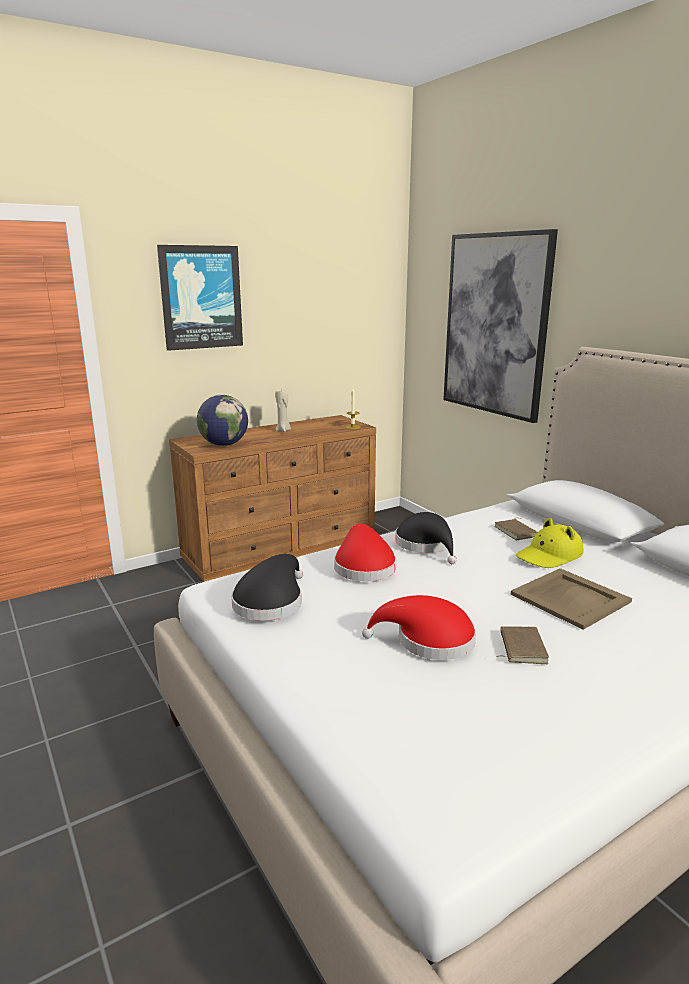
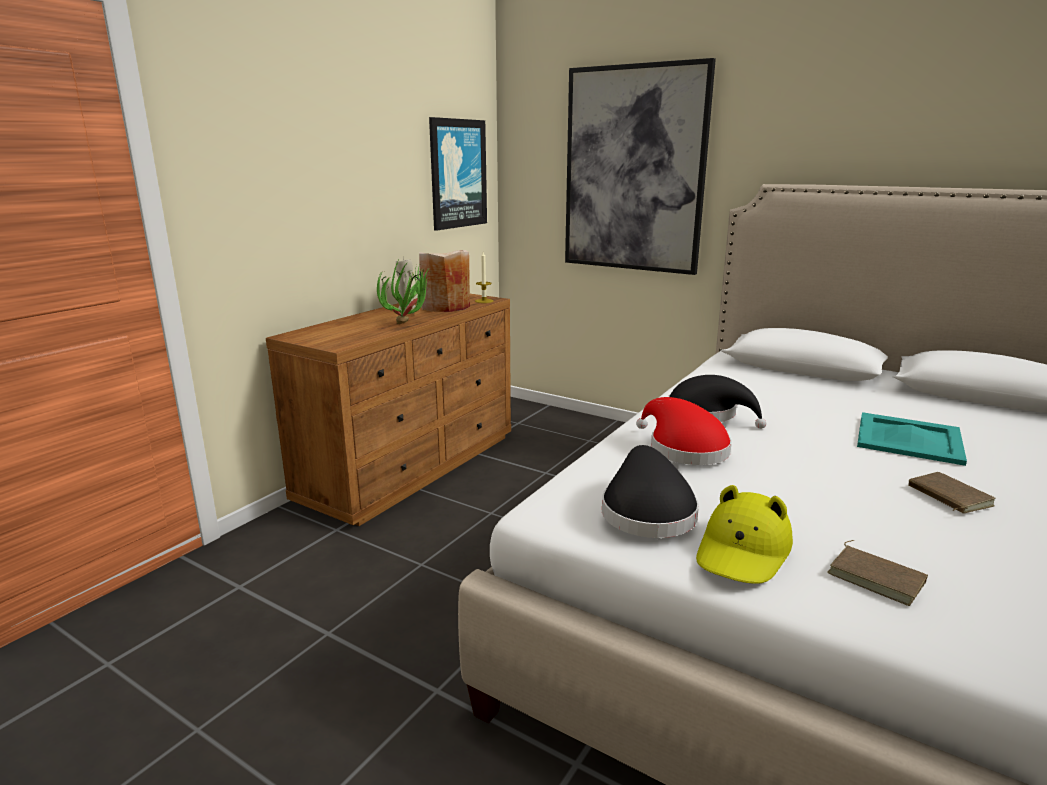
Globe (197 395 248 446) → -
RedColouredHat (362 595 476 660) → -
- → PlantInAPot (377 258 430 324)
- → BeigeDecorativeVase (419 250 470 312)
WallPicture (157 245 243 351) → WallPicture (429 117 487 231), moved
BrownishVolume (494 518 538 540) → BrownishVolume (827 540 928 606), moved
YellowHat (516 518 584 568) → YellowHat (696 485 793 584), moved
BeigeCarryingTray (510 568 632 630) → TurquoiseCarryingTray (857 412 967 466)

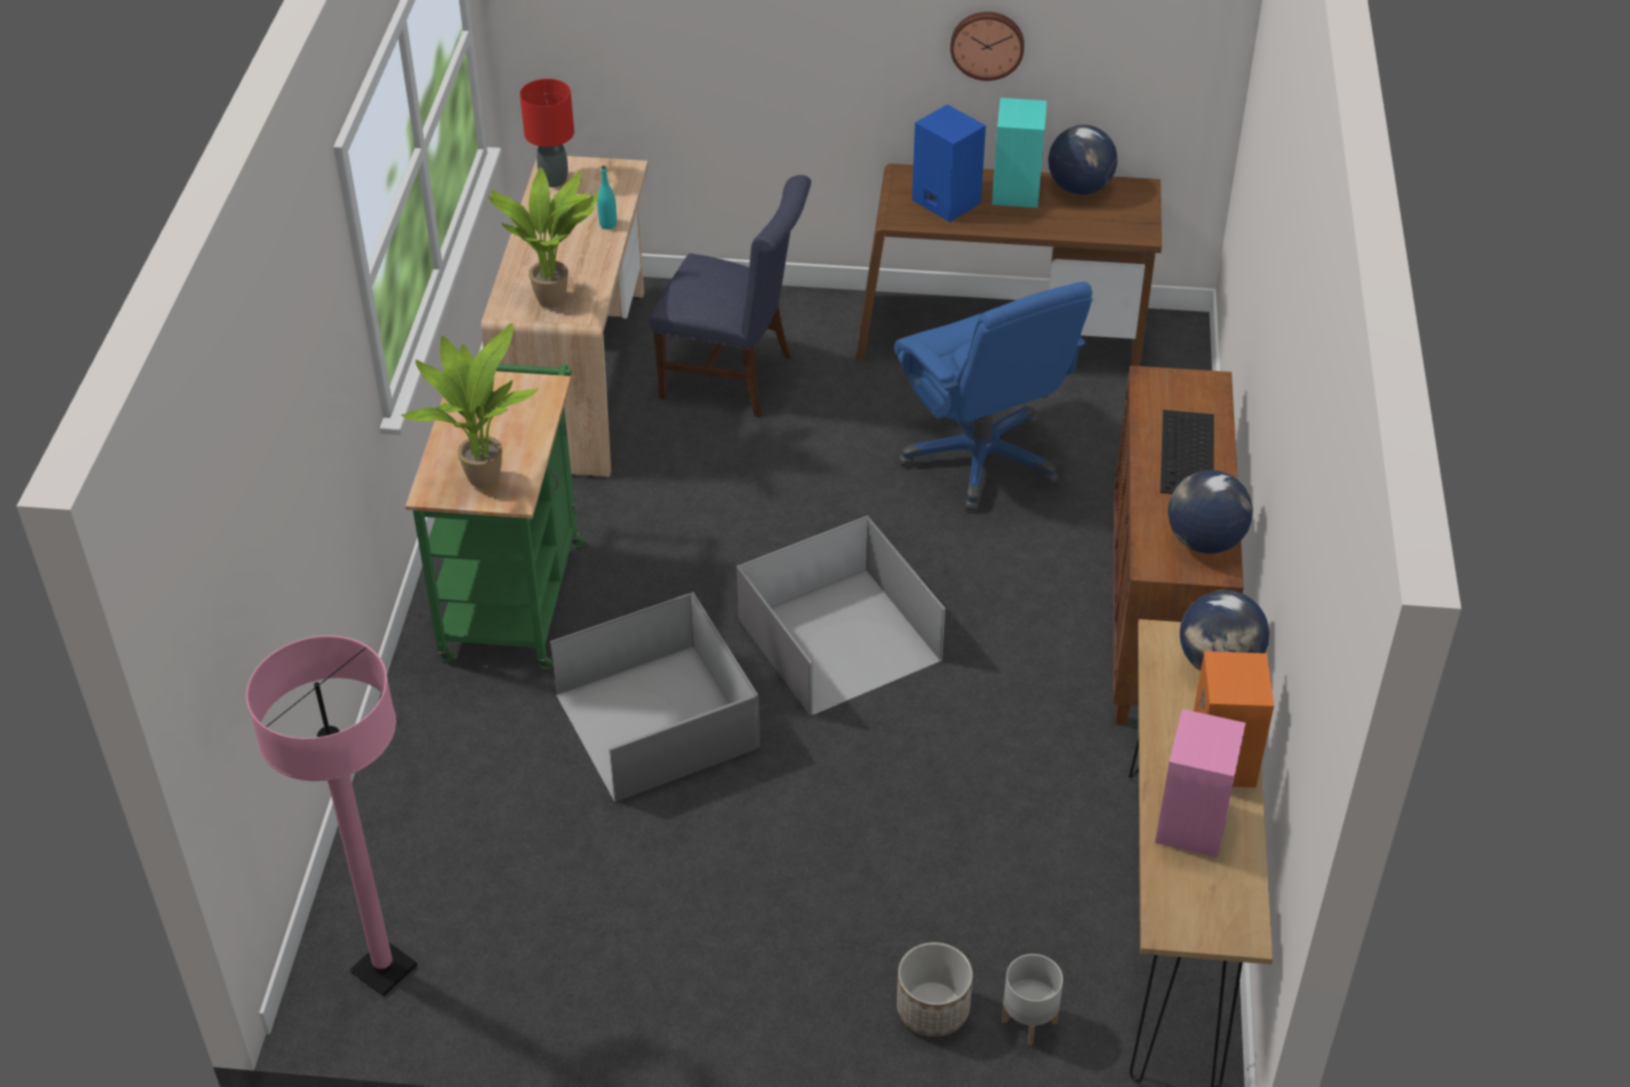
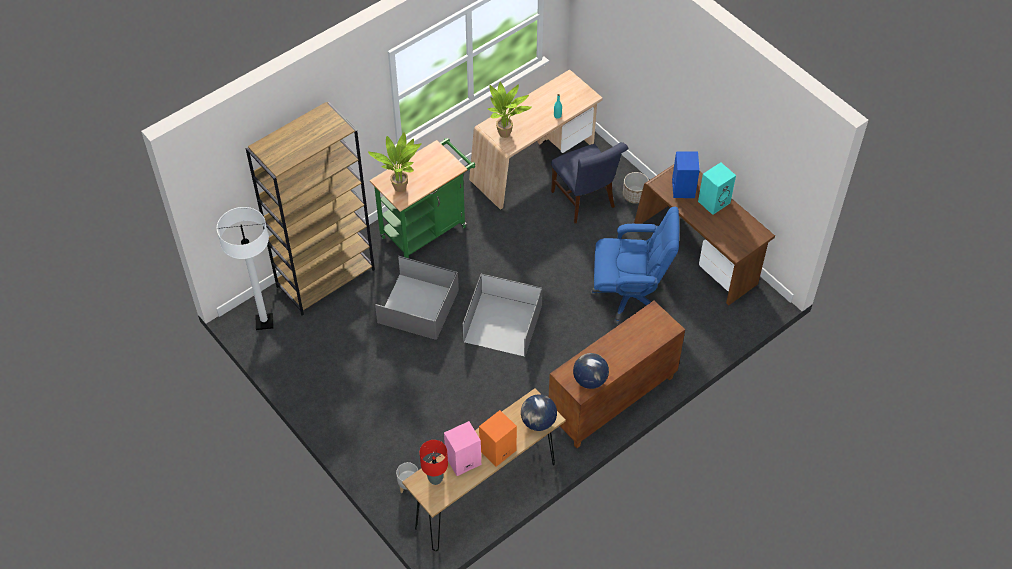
HangingClock (950 12 1024 81) → -
Globe (1048 125 1117 195) → -
PcKeyboard (1160 410 1214 494) → -
- → BrownishBookshelf (246 102 375 316)
RedColouredTableLamp (520 79 574 187) → RedColouredTableLamp (420 440 448 485), moved
FlowerPot (897 942 973 1037) → FlowerPot (623 172 649 204), moved
PinkishFloorLamp (246 635 417 996) → WhiteFloorLamp (217 207 274 330)
BlueColouredComputerChair (894 282 1092 511) → BlueColouredComputerChair (590 207 679 324), 105 degrees counterclockwise

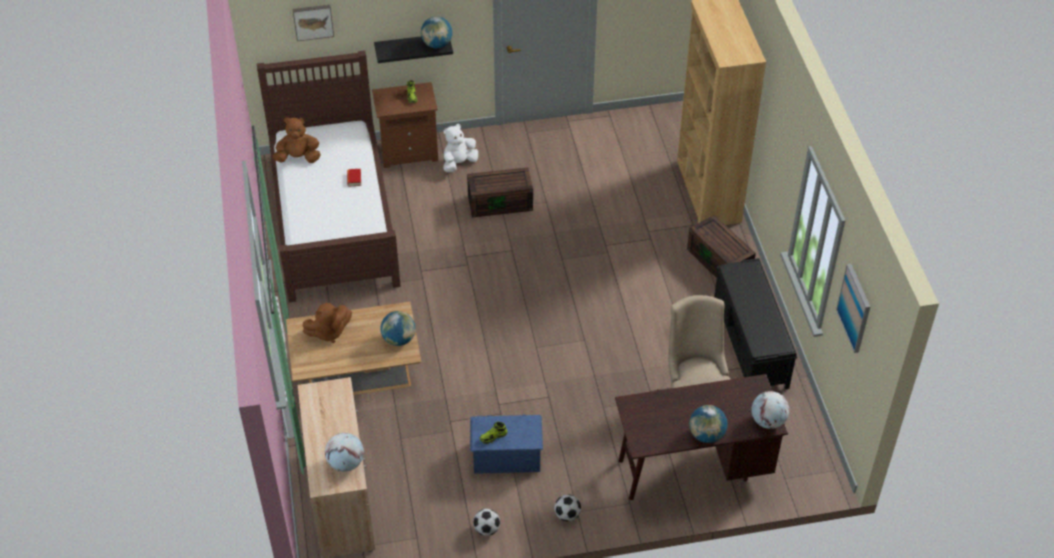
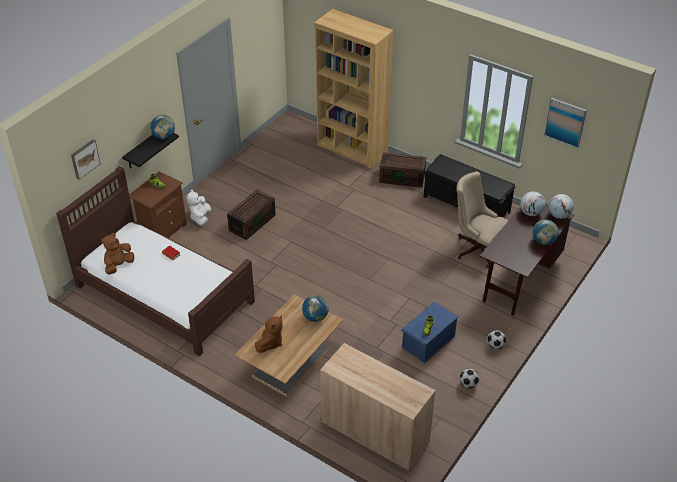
Globe (325 433 364 472) → Globe (520 191 545 216), moved

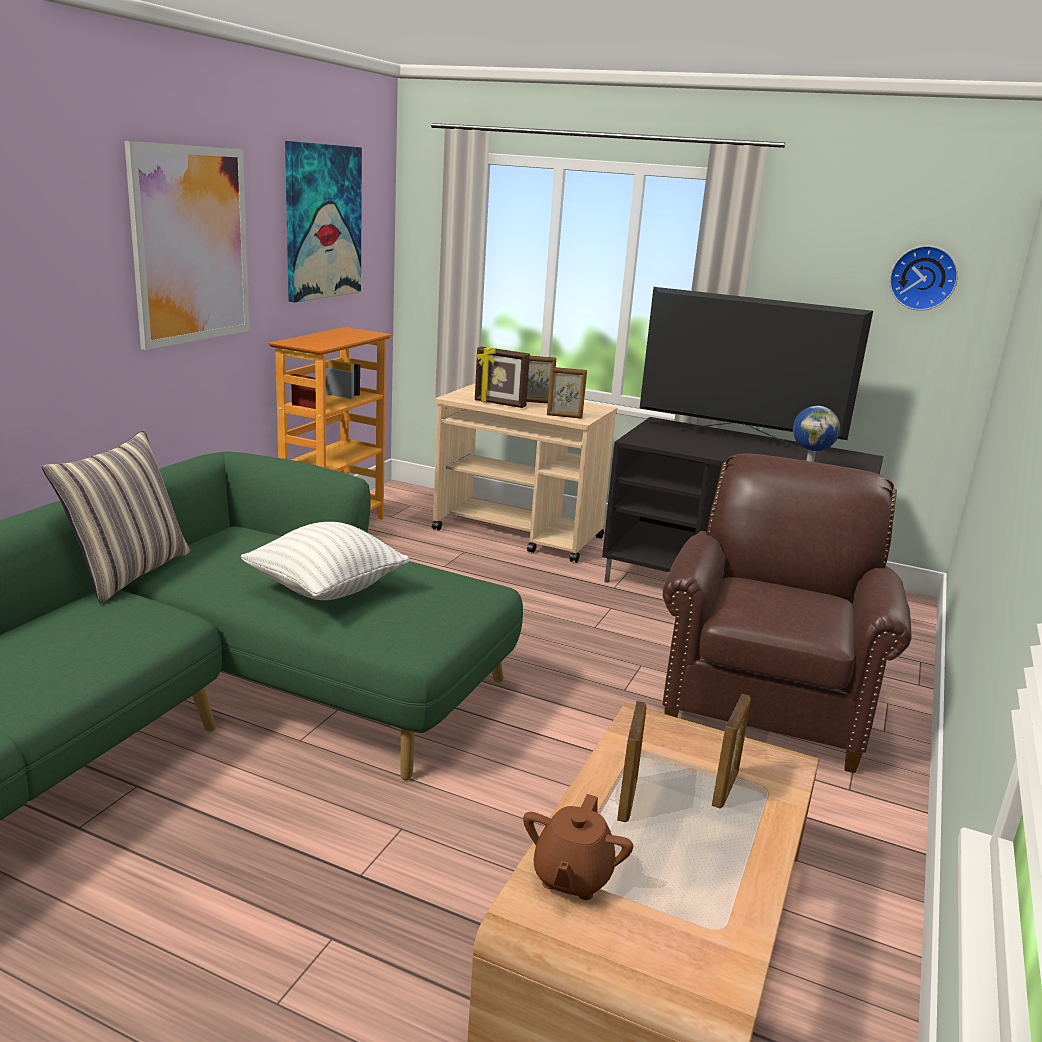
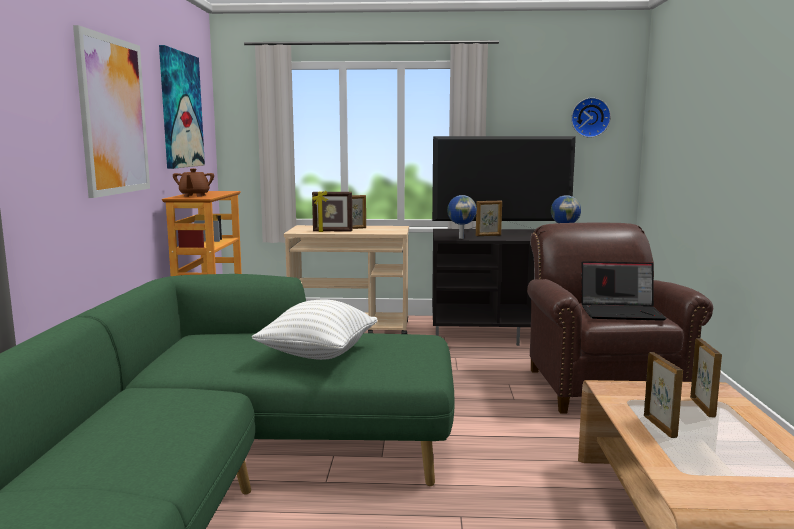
ThrowPillow (42 430 191 603) → -
- → Globe (447 195 477 239)
- → PortableComputer (581 261 667 321)
BrownishTeapot (523 794 633 900) → BrownishTeapot (173 168 214 197), moved
PhotoFrame (547 367 587 419) → PhotoFrame (476 200 502 236), moved

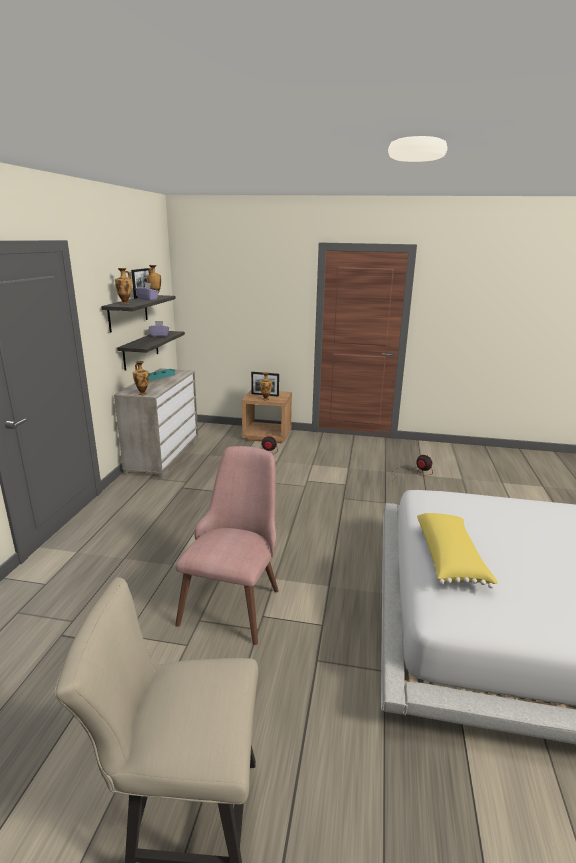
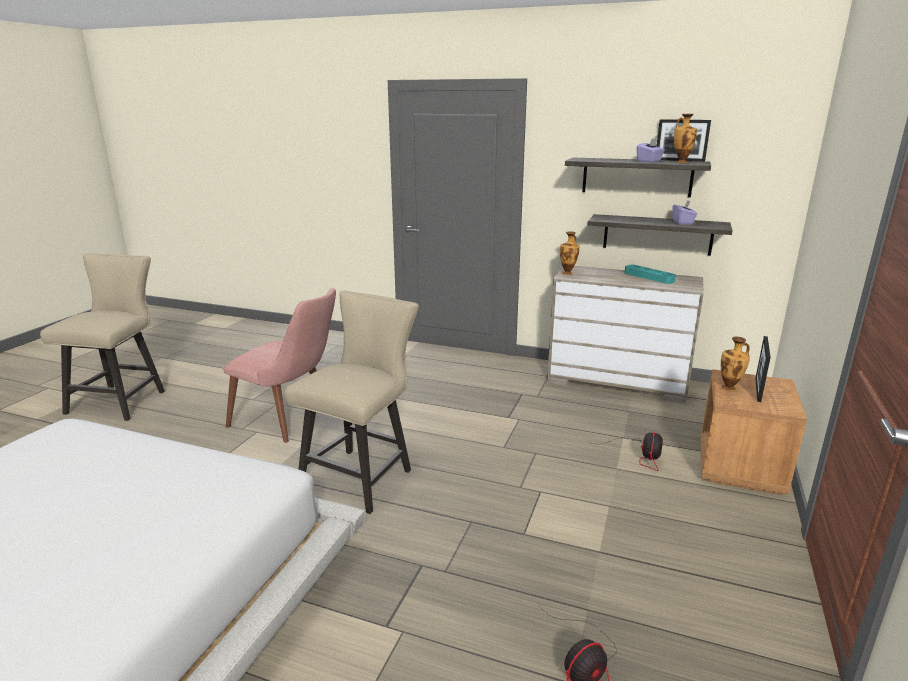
DecorativeVase (115 268 132 304) → -
YellowThrowPillow (417 513 498 588) → -
- → BeigeUprightChair (285 290 419 514)

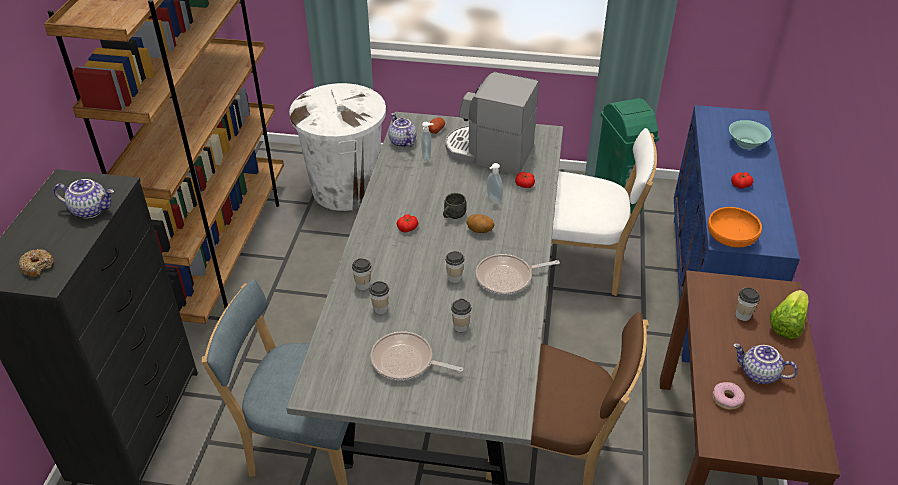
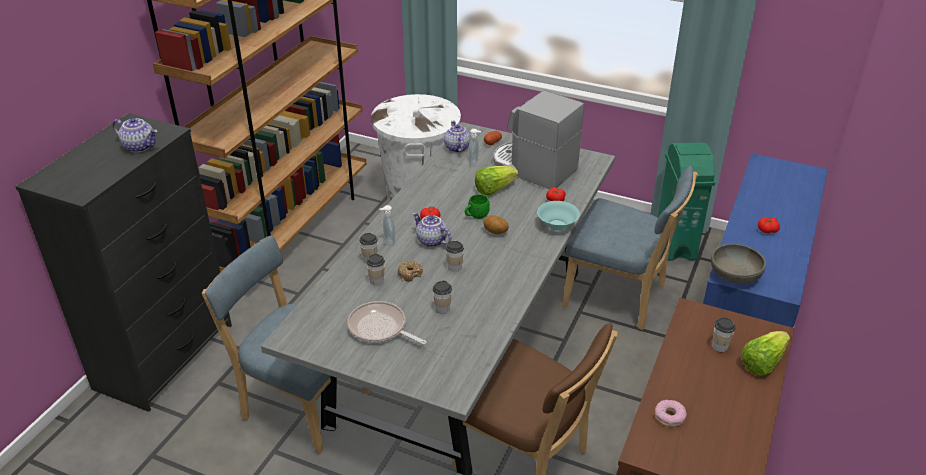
Skillet (476 254 560 295) → -
- → Lettuce (475 166 519 196)
RingDoughnut (19 249 53 277) → RingDoughnut (398 261 423 282), moved
SoapBottle (487 163 503 203) → SoapBottle (380 205 395 247), moved
TurquoiseServingBowl (729 120 771 149) → TurquoiseServingBowl (537 201 580 231), moved
Teapot (733 343 797 384) → Teapot (412 212 451 247), moved
GrayMug (443 193 467 219) → GreenMug (465 194 490 219)
WhiteUprightChair (551 128 657 296) → BlueColouredUprightChair (562 166 698 330)
OrangeyServingBowl (708 207 762 248) → GrayServingBowl (711 243 766 284)

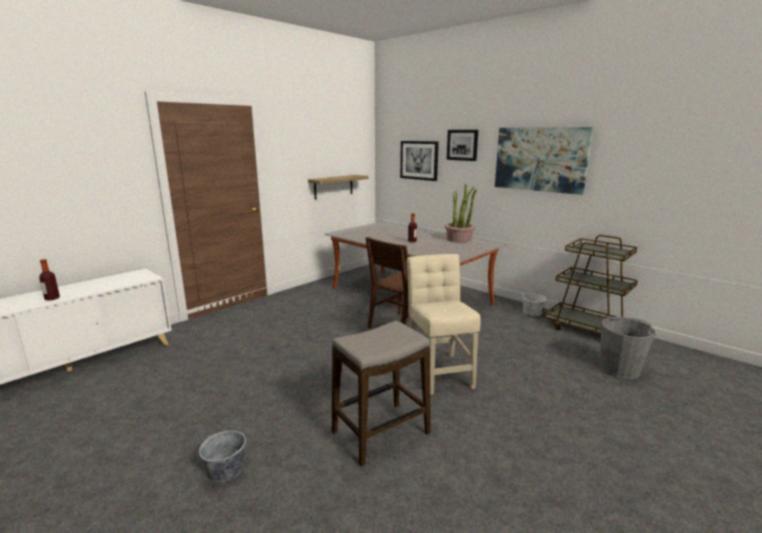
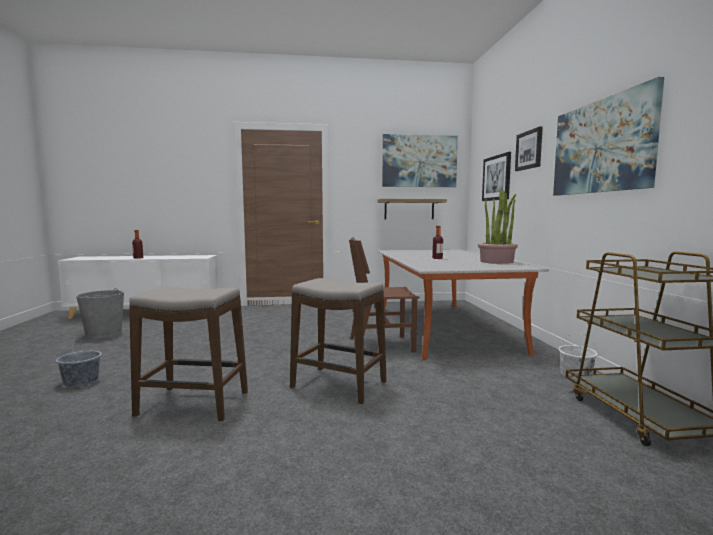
- → WallPicture (382 134 458 187)
GrayPail (600 316 655 380) → GrayPail (76 288 124 339), moved
BeigeUprightChair (407 254 481 395) → SittingStool (290 278 387 404)

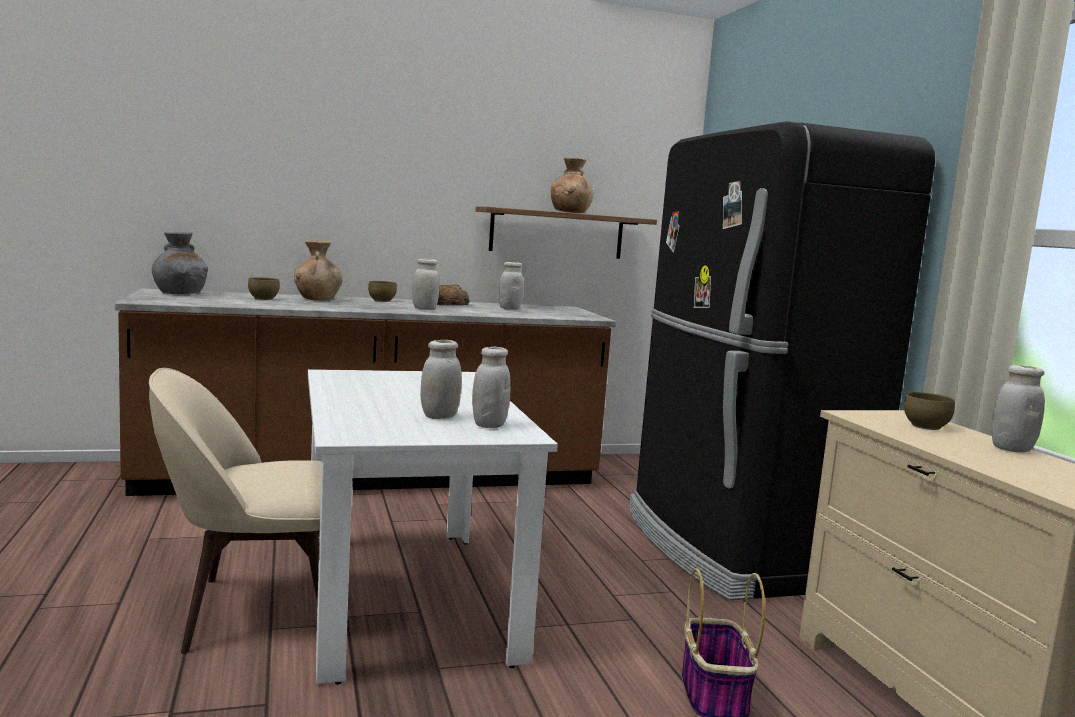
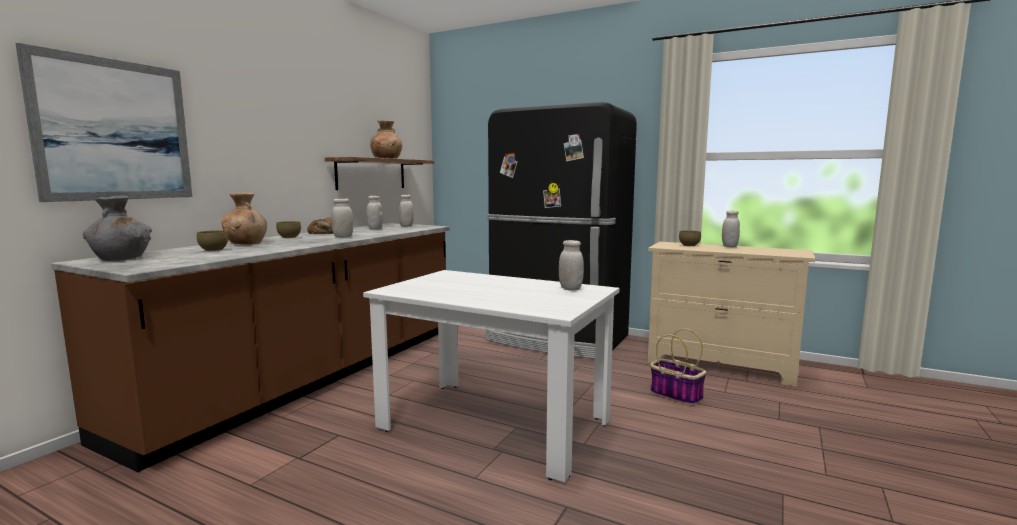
BeigeUprightChair (149 368 353 654) → -
- → WallPicture (15 43 192 202)
WhitePreserveJar (420 340 462 419) → WhitePreserveJar (399 194 414 227), moved

